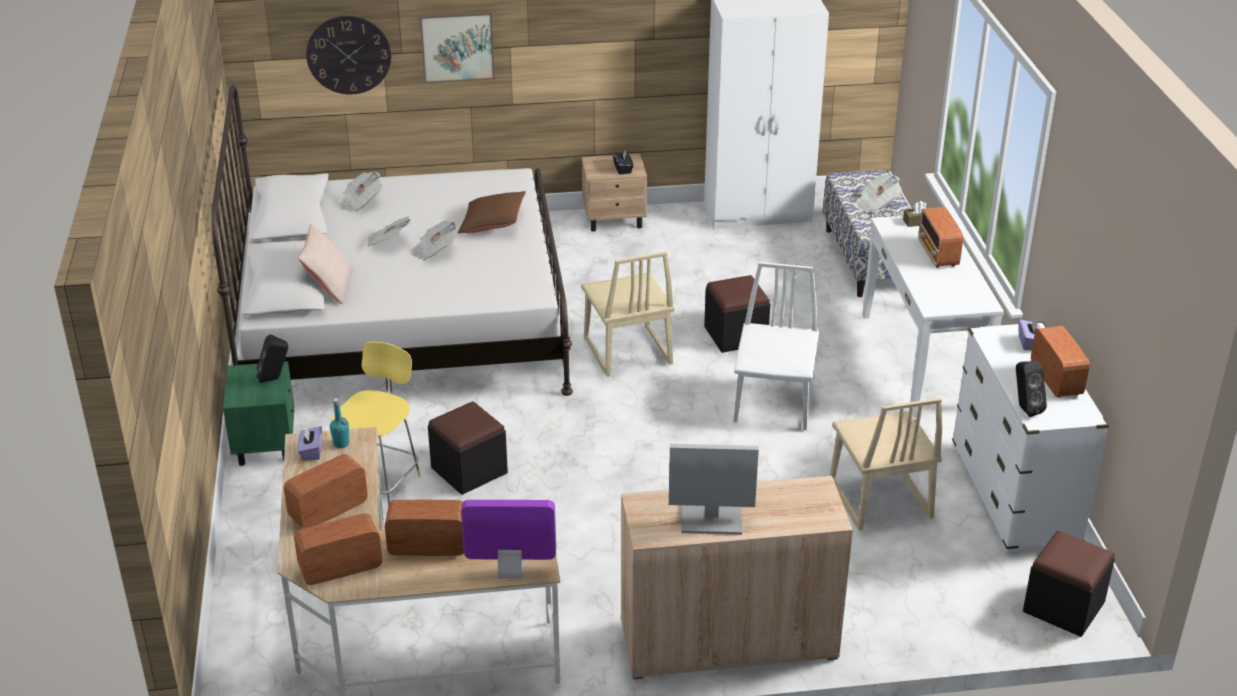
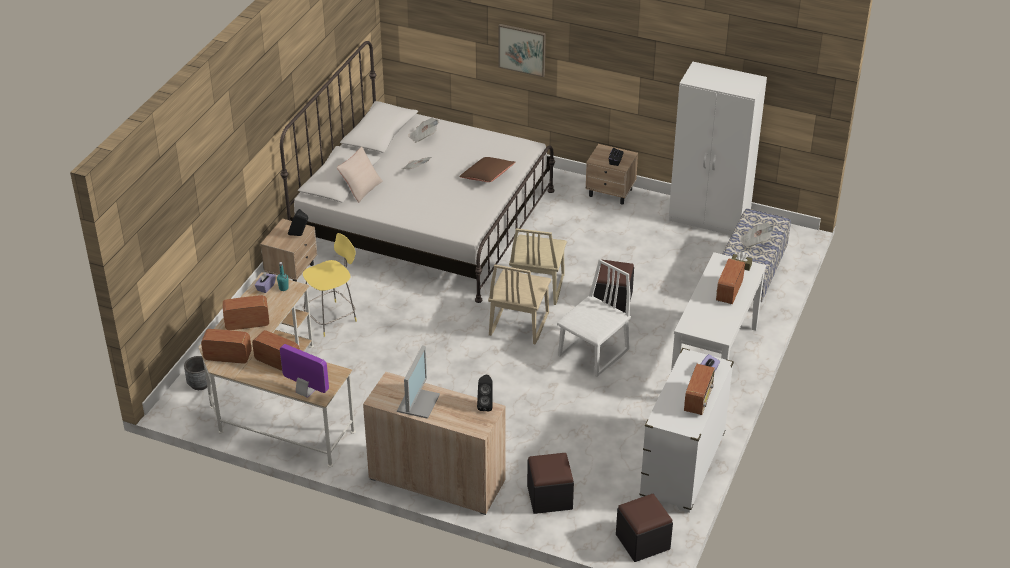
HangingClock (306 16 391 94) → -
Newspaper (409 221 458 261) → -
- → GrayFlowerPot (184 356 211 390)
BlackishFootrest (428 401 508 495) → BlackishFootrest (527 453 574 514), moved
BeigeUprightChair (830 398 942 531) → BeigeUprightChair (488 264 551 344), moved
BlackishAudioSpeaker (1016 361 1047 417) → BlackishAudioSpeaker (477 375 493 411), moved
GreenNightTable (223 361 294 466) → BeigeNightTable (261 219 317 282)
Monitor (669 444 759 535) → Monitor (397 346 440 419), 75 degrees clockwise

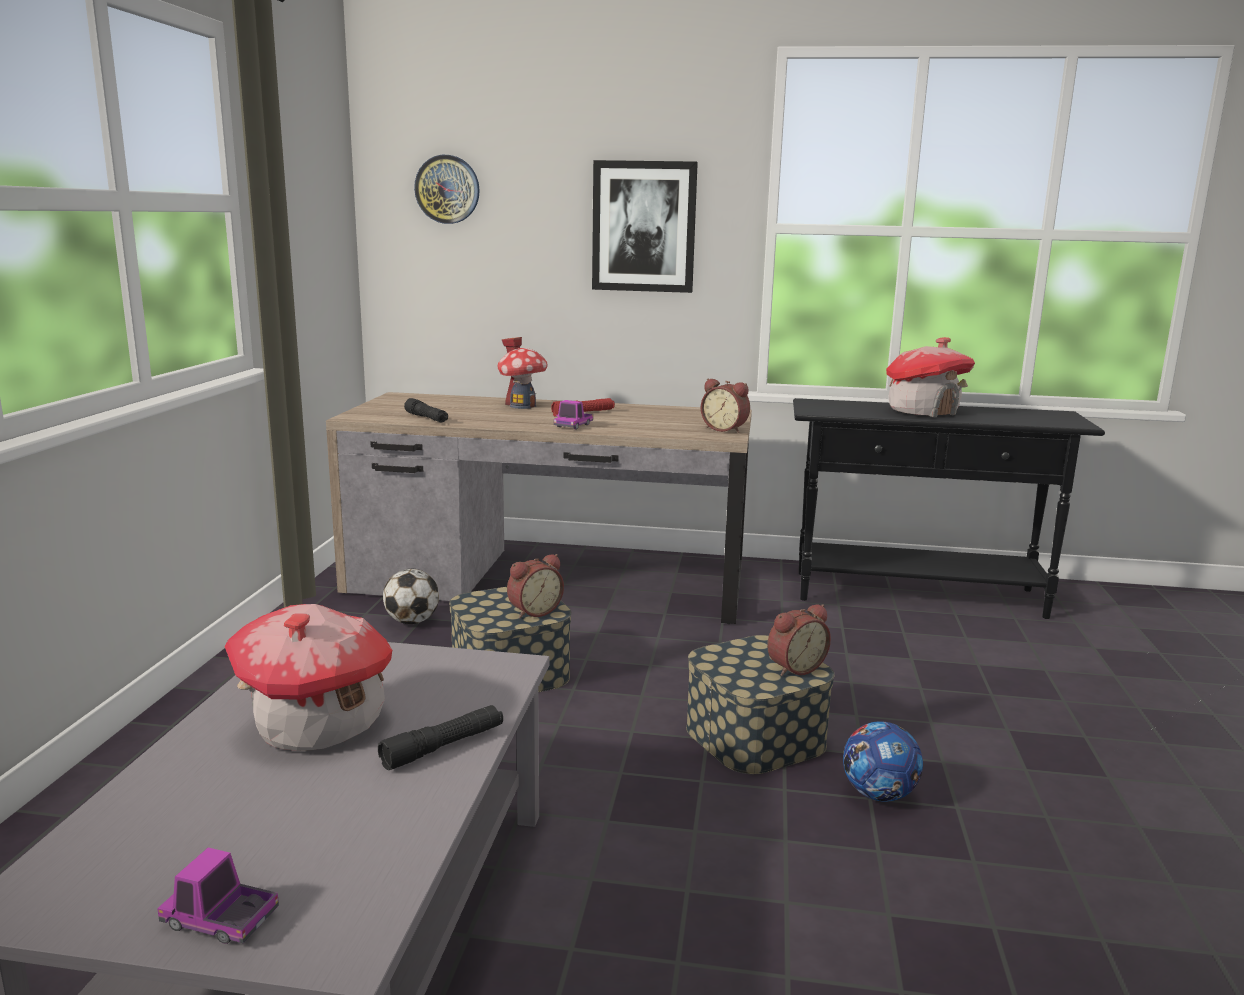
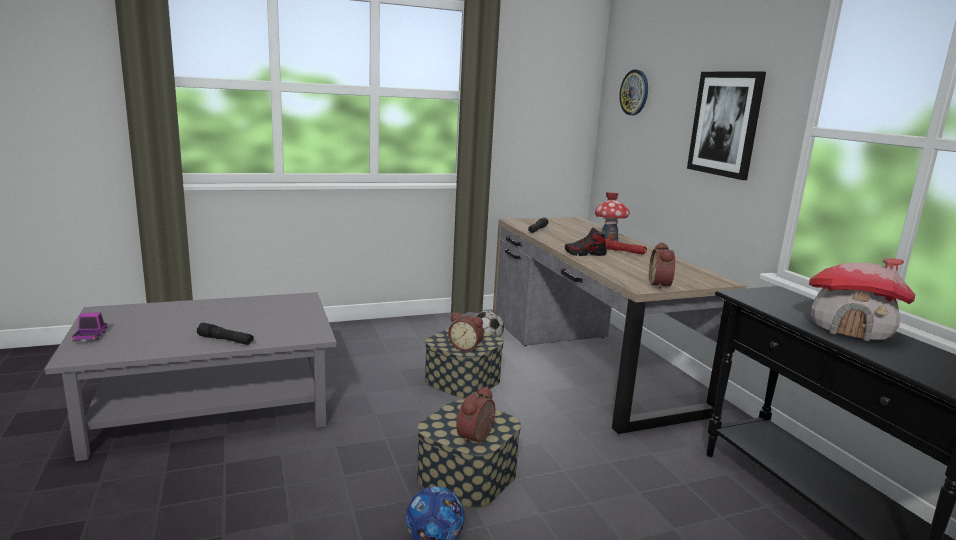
ModelHouse (224 604 392 751) → -
ToyTruck (554 400 593 429) → ItemOfFootwear (565 228 607 256)
TableClock (767 604 831 676) → TableClock (456 386 496 444), 90 degrees clockwise

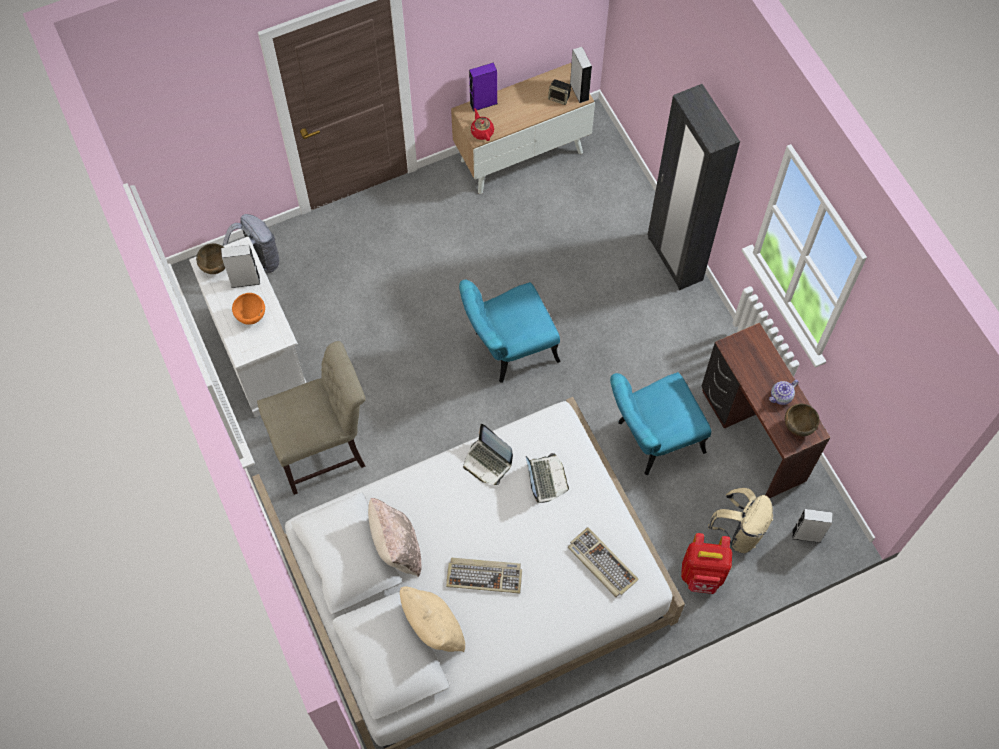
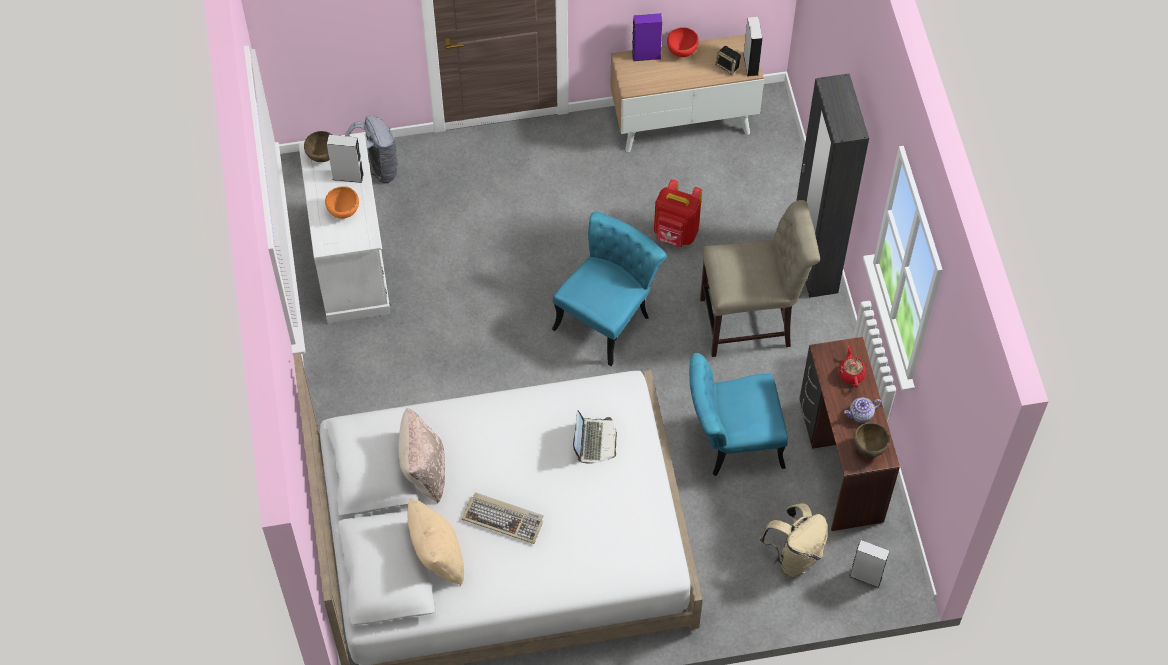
PortableComputer (463 424 513 485) → -
PcKeyboard (568 527 639 597) → -
- → RedColouredServingBowl (667 27 699 57)
BeigeUprightChair (257 341 366 495) → BeigeUprightChair (700 200 820 357), moved
RedColouredTeapot (471 108 494 141) → RedColouredTeapot (838 346 866 388), moved
RedColouredKnapsack (681 533 732 594) → RedColouredKnapsack (654 179 702 247), moved
TurquoiseUprightChair (459 280 561 383) → TurquoiseUprightChair (552 212 667 366), 135 degrees clockwise

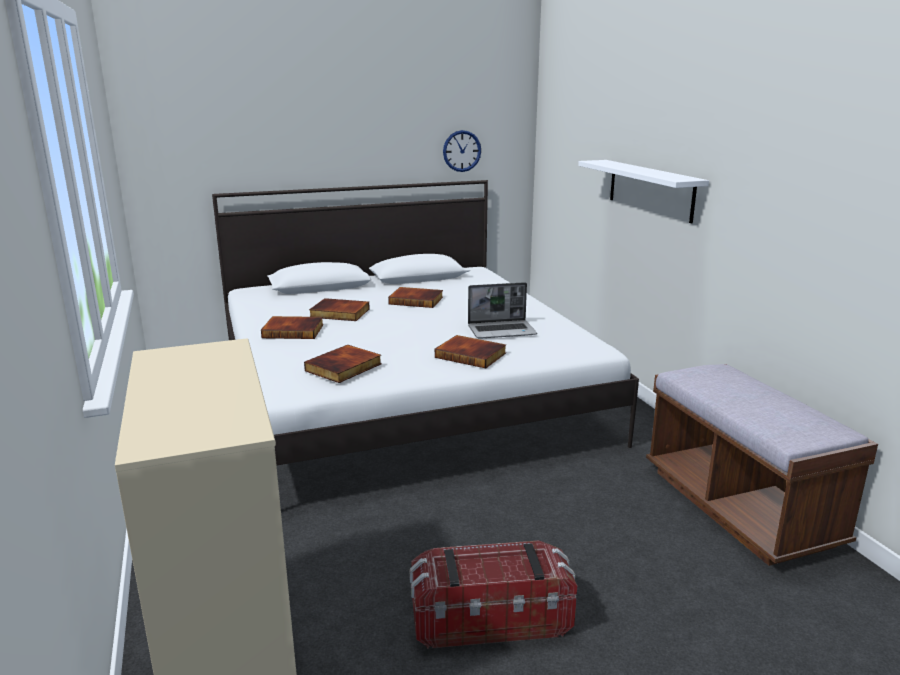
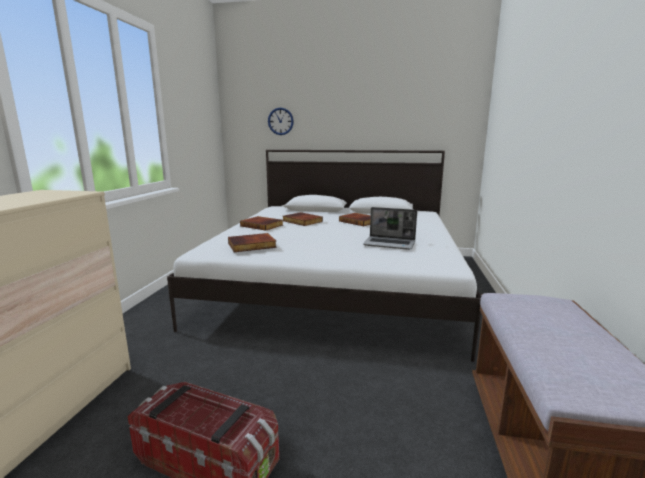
Volume (435 335 506 368) → -
WhiteShelf (578 160 709 223) → -
HangingClock (443 130 481 172) → HangingClock (268 108 294 135), moved

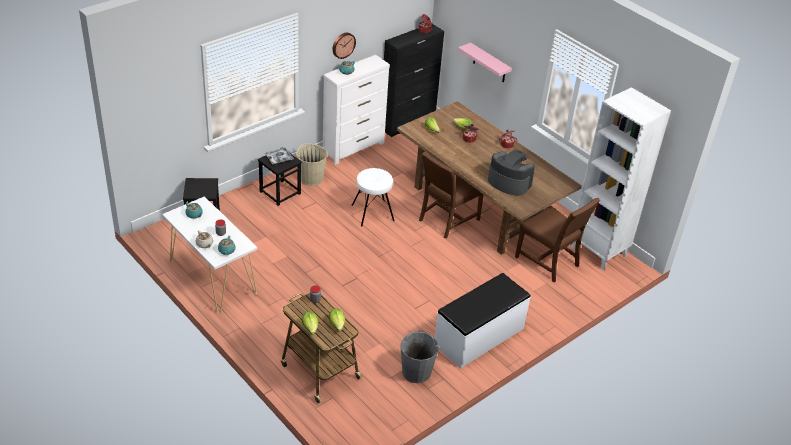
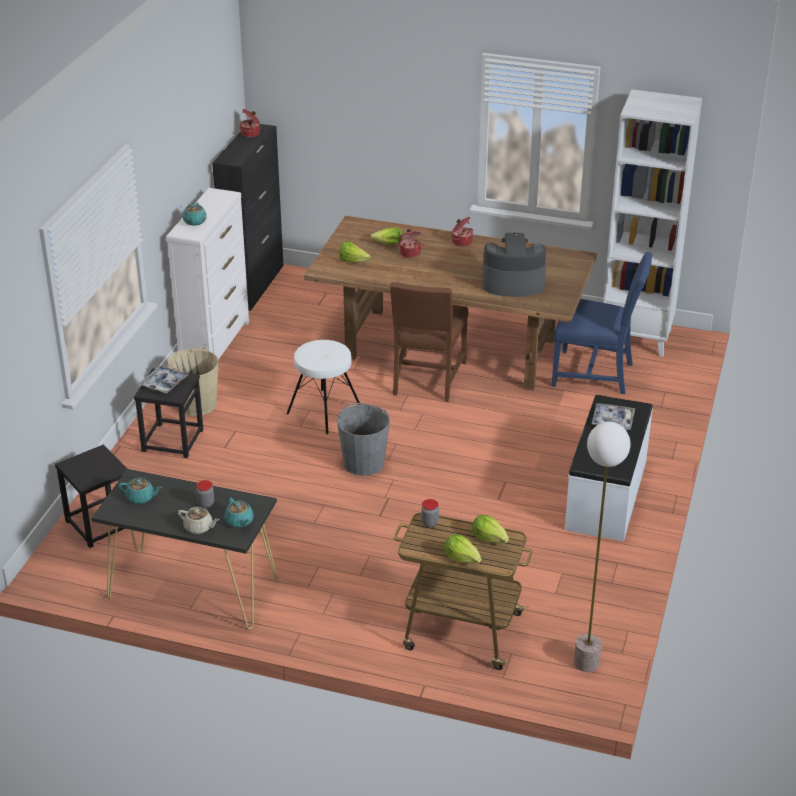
HangingClock (333 33 356 59) → -
PinkishShelf (458 43 512 82) → -
- → FloorLamp (574 422 630 672)
- → CarryingTray (592 403 635 430)
GrayPail (400 330 439 383) → GrayPail (337 403 390 476), moved
WhiteNarrowTable (162 197 258 313) → BlackishNarrowTable (91 469 278 629)
BrownishUprightChair (515 198 600 282) → BlueColouredUprightChair (552 252 653 394)

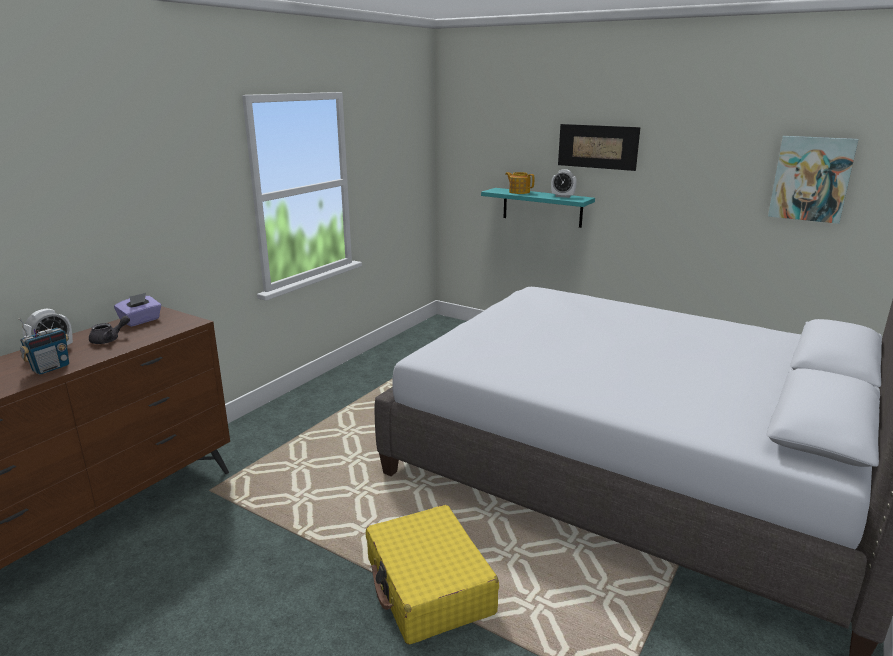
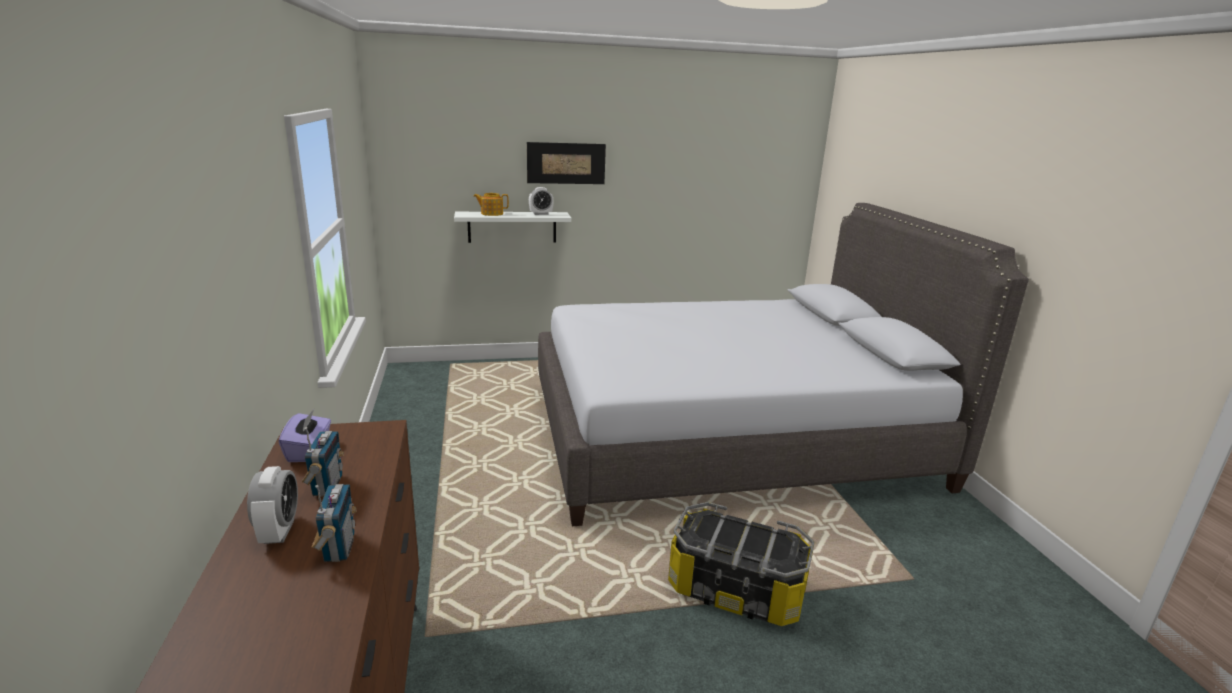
WallPicture (768 136 859 224) → -
GrayTeapot (89 316 130 344) → RadioSet (302 427 344 497)
YellowTravelCase (366 505 499 645) → StorageBin (668 502 814 626)
TurquoiseShelf (481 188 595 228) → WhiteShelf (454 212 571 243)

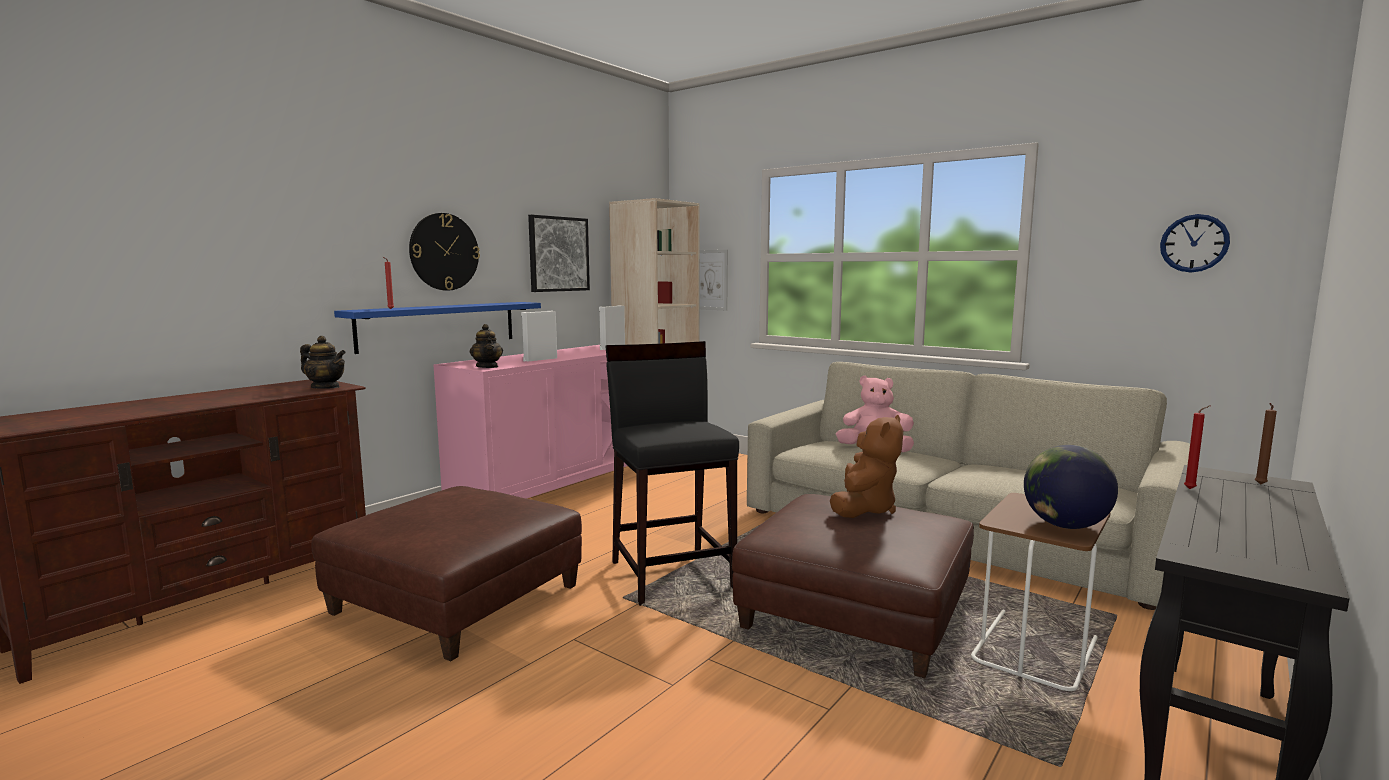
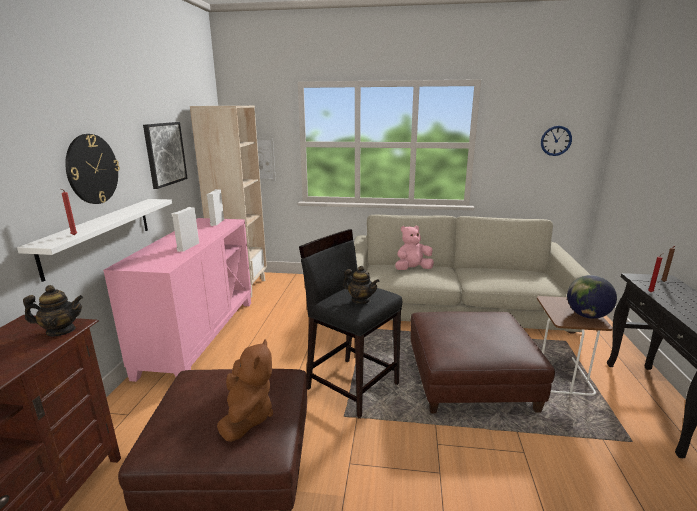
Teapot (470 324 503 368) → Teapot (343 266 379 304), moved
BrownishPlushToy (830 415 903 518) → BrownishPlushToy (217 339 273 442), moved
BlueColouredShelf (334 302 541 354) → WhiteShelf (17 199 172 282)

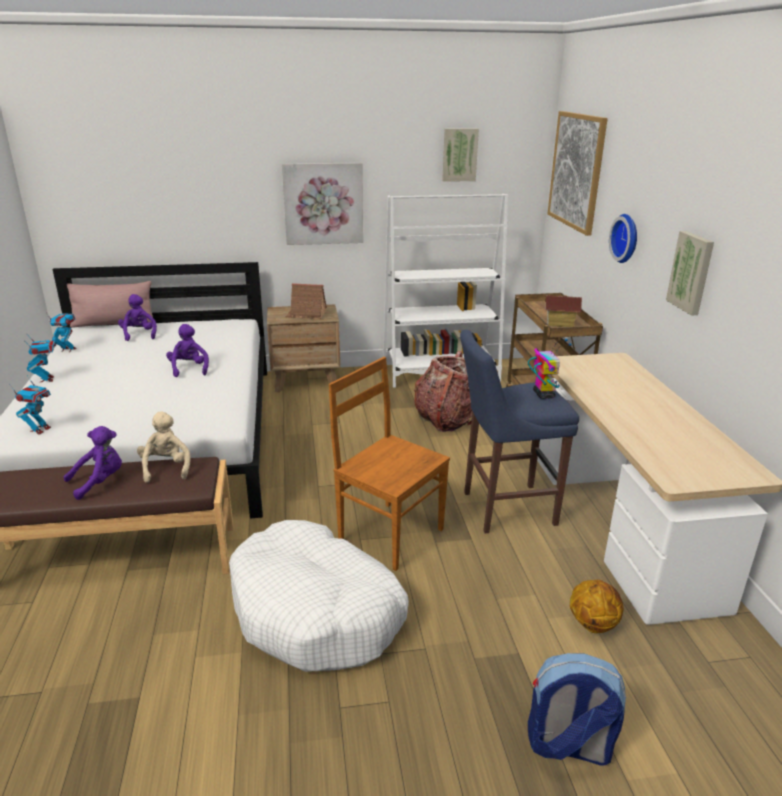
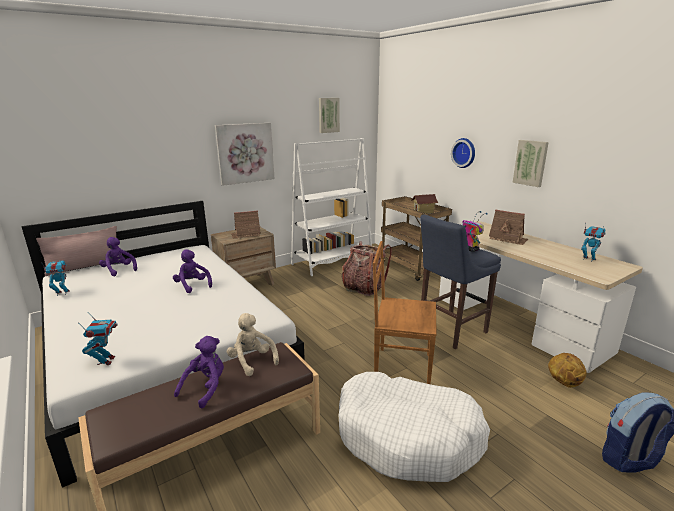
WallPicture (548 111 608 236) → -
- → ModelHouse (489 209 528 245)
ToyRobot (27 339 56 382) → ToyRobot (581 225 606 262), moved

